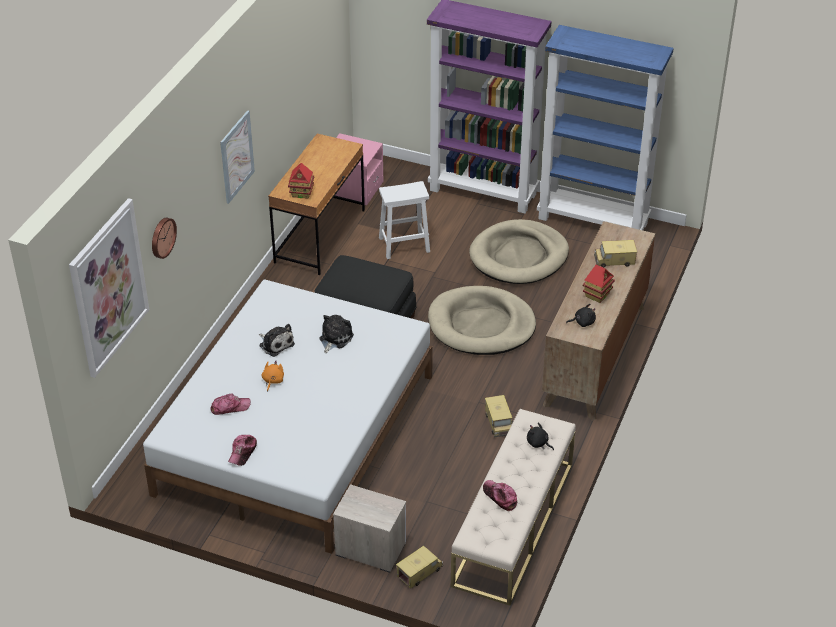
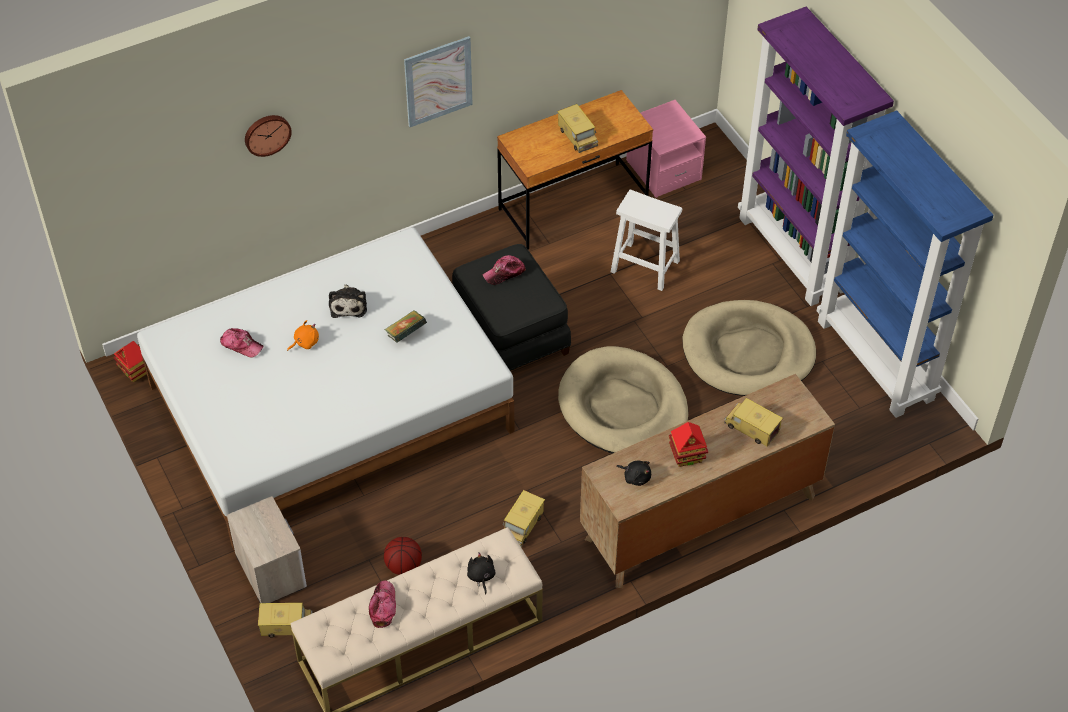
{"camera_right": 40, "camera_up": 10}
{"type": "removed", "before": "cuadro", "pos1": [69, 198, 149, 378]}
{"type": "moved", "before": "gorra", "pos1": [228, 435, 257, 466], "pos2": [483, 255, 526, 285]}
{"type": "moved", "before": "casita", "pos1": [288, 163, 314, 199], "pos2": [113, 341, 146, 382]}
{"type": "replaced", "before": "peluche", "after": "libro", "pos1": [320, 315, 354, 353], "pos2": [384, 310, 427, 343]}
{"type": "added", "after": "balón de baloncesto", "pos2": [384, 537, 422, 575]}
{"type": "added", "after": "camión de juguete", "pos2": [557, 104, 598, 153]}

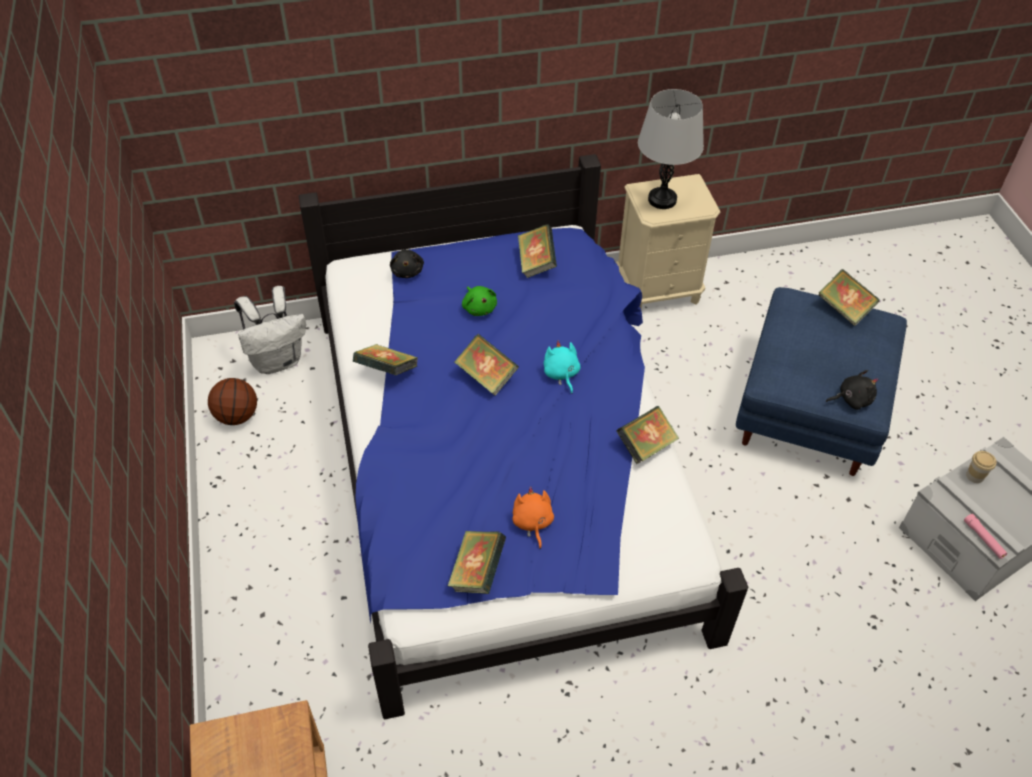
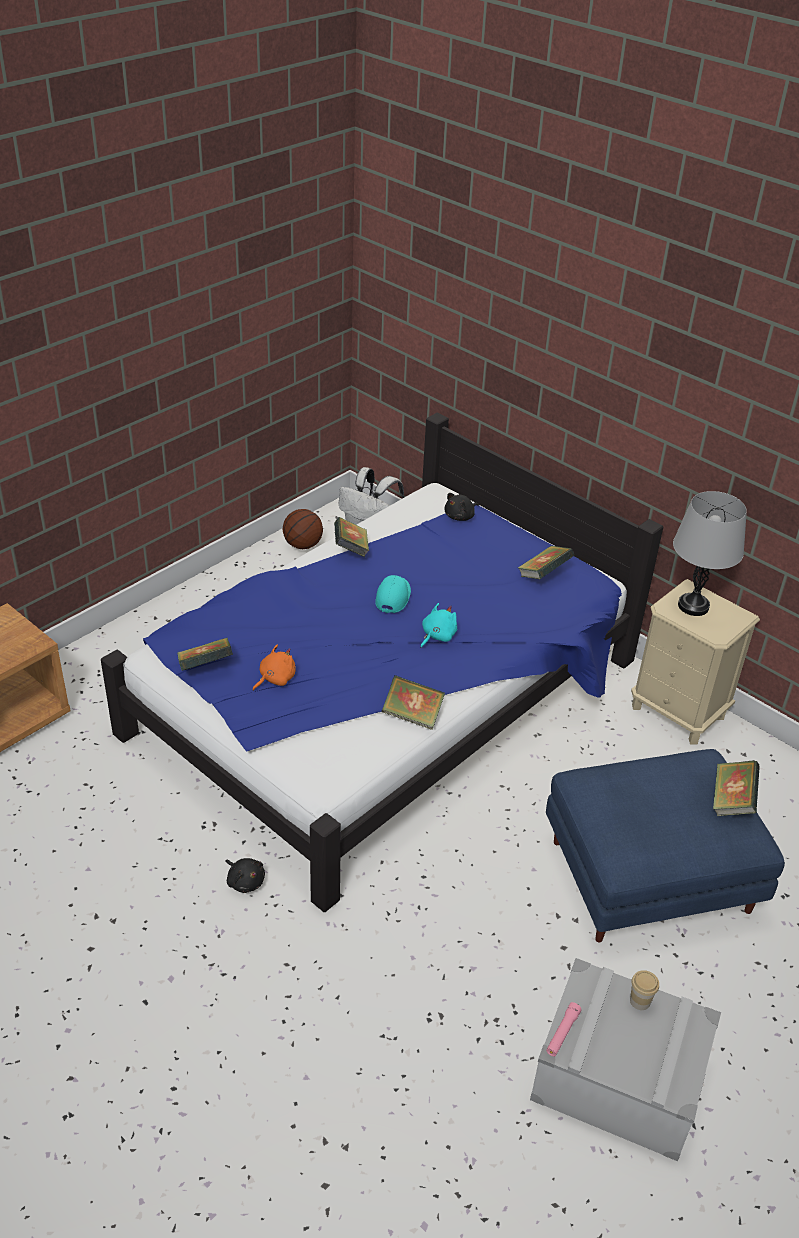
{"camera_right": 55, "camera_up": -10}
{"type": "replaced", "before": "libro", "after": "gorra (turquesa)", "pos1": [454, 334, 519, 396], "pos2": [375, 575, 411, 613]}
{"type": "removed", "before": "peluche (verde)", "pos1": [462, 286, 497, 316]}
{"type": "moved", "before": "peluche (negro)", "pos1": [826, 370, 878, 410], "pos2": [225, 858, 265, 893]}

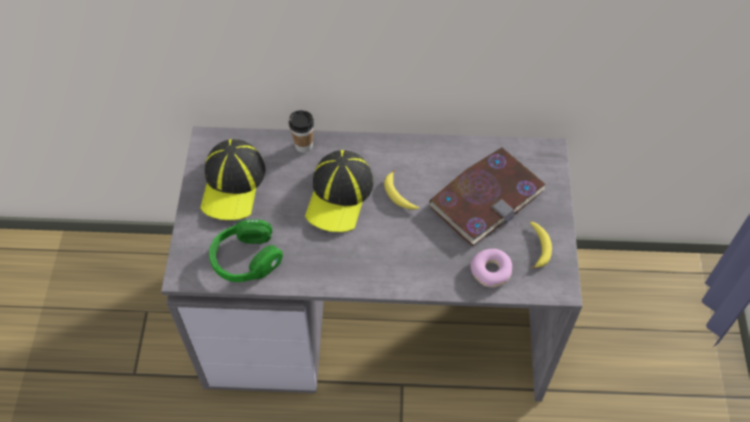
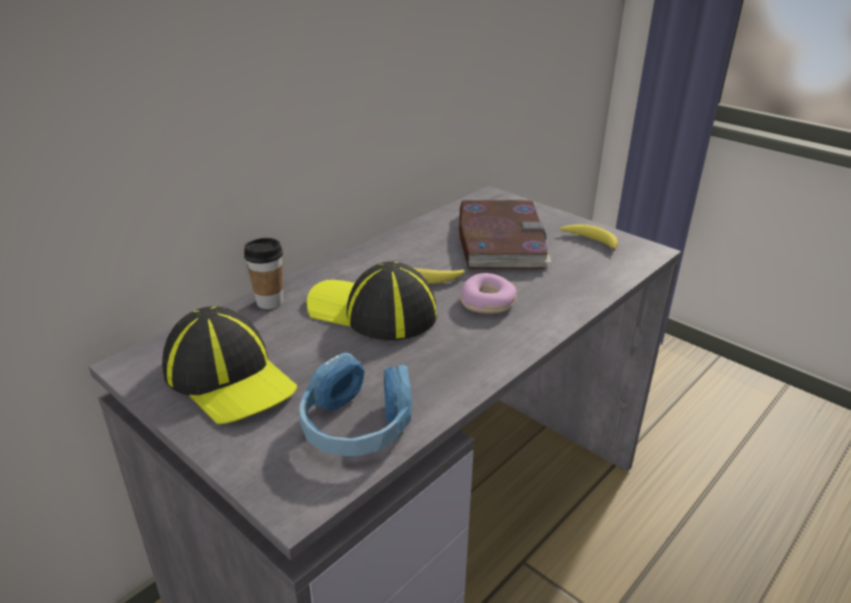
{"camera_right": -50, "camera_up": -25}
{"type": "recoloured", "before": "auriculares (verde)", "after": "auriculares (azul)", "pos1": [209, 220, 283, 282], "pos2": [299, 353, 412, 456]}
{"type": "turned", "before": "gorra", "pos1": [305, 150, 373, 232], "pos2": [307, 261, 437, 341], "turn": 150}
{"type": "moved", "before": "rosquilla", "pos1": [470, 249, 512, 287], "pos2": [461, 273, 517, 314]}

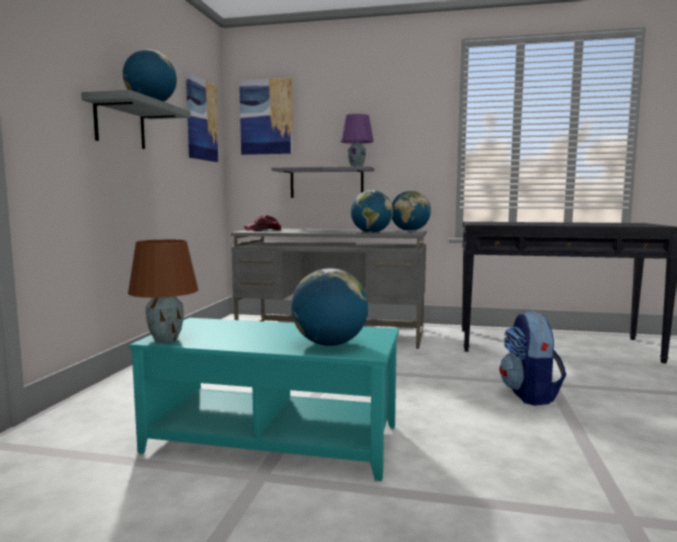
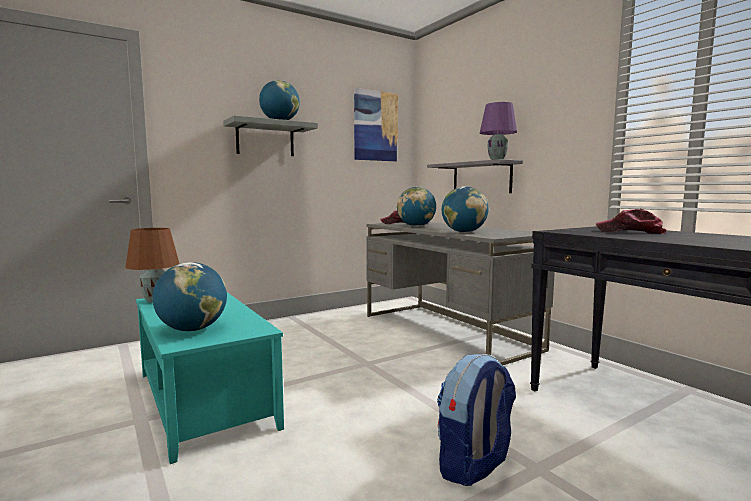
{"camera_right": 45, "camera_up": 0}
{"type": "removed", "before": "cuadro", "pos1": [239, 78, 293, 155]}
{"type": "moved", "before": "globo terráqueo", "pos1": [392, 191, 431, 231], "pos2": [397, 187, 436, 227]}
{"type": "added", "after": "gorra", "pos2": [596, 209, 667, 234]}

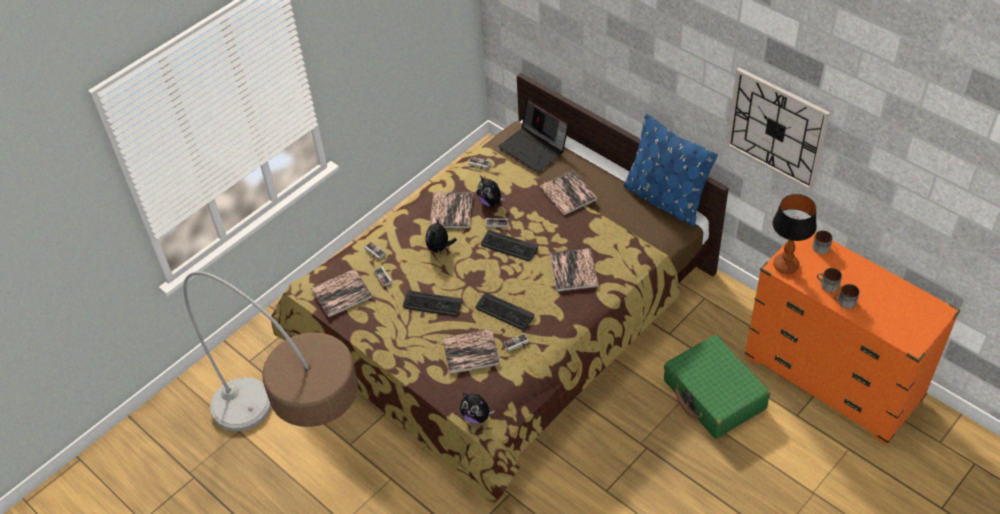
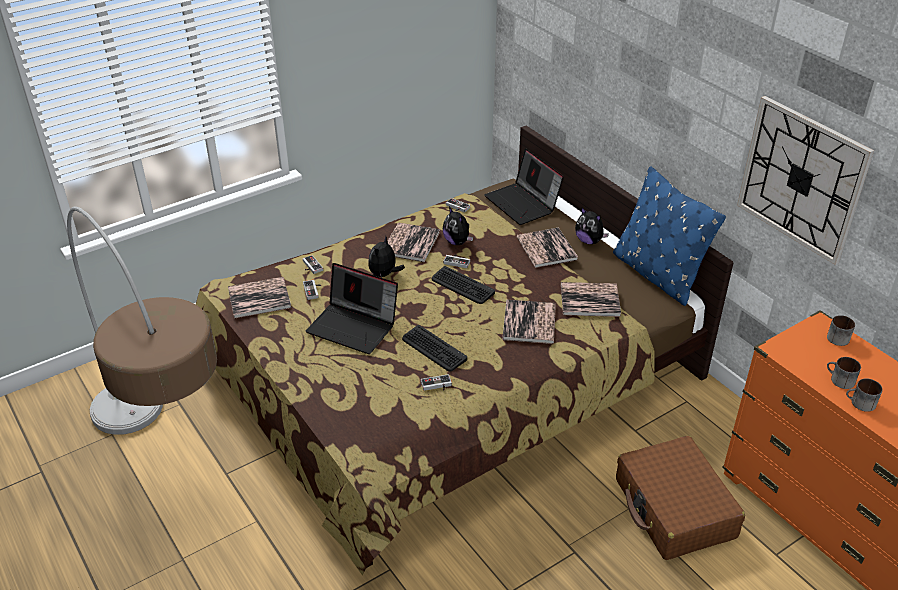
{"camera_right": 10, "camera_up": -10}
{"type": "replaced", "before": "teclado", "after": "portátil", "pos1": [403, 290, 463, 316], "pos2": [306, 263, 398, 354]}
{"type": "moved", "before": "libro", "pos1": [442, 329, 500, 374], "pos2": [561, 282, 621, 317]}
{"type": "moved", "before": "peluche", "pos1": [460, 393, 495, 424], "pos2": [575, 208, 609, 244]}
{"type": "recoloured", "before": "maleta (verde)", "after": "maleta (marrón)", "pos1": [664, 335, 770, 439], "pos2": [616, 436, 745, 560]}
{"type": "removed", "before": "lámpara de mesa", "pos1": [772, 194, 817, 274]}

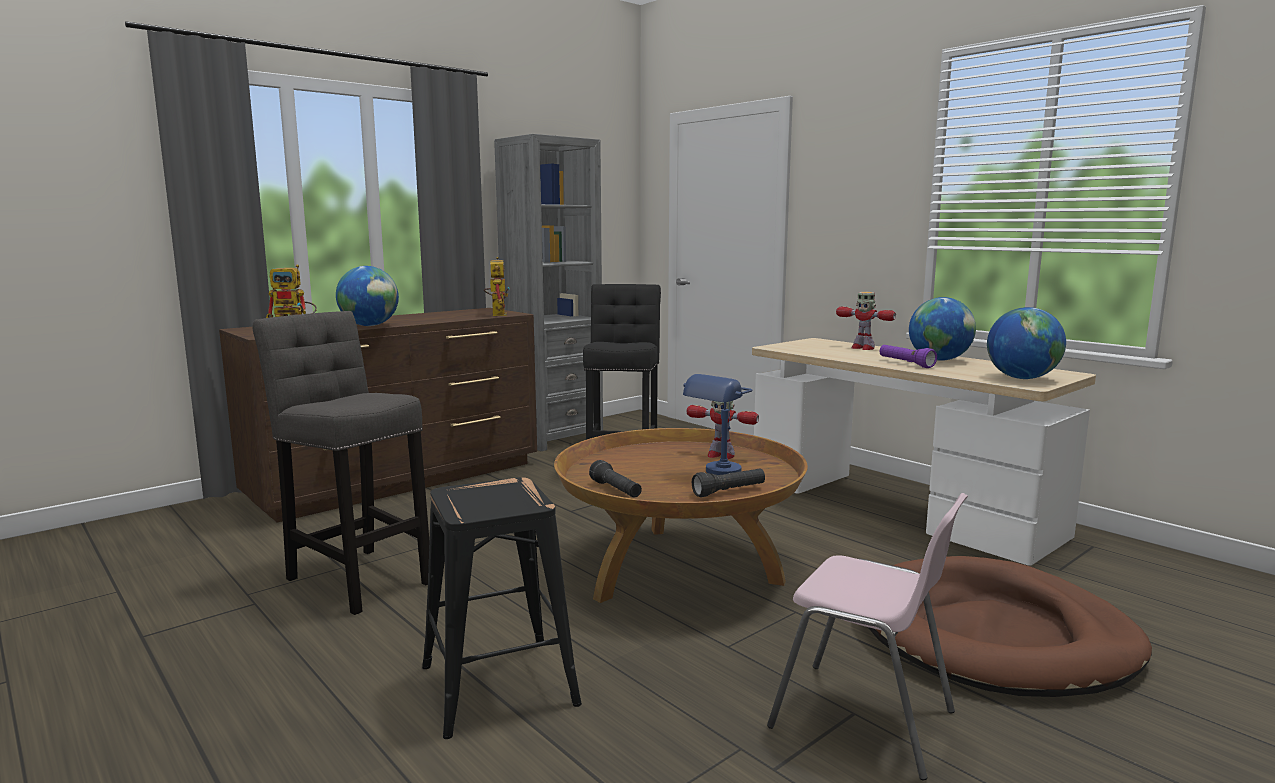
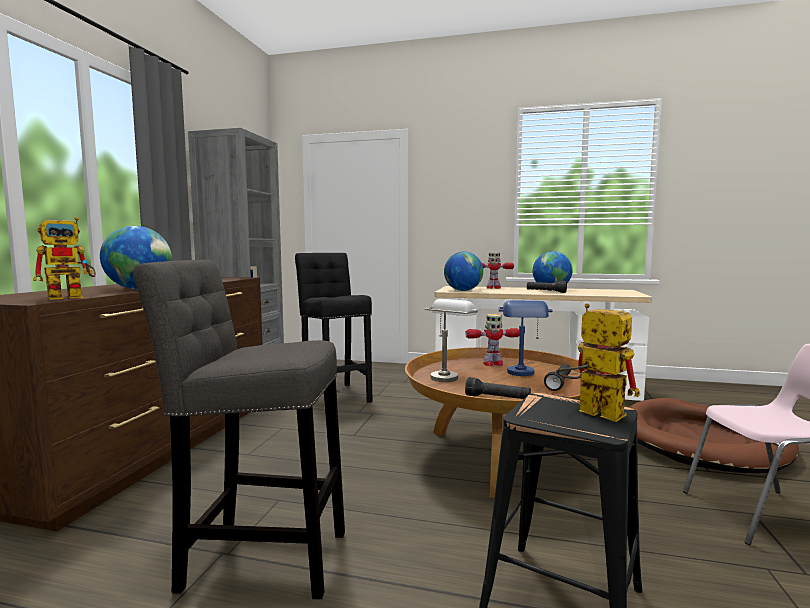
{"camera_right": -35, "camera_up": -5}
{"type": "moved", "before": "robot de juguete", "pos1": [484, 257, 510, 316], "pos2": [556, 303, 640, 422]}
{"type": "recoloured", "before": "linterna (morado)", "after": "linterna (negro)", "pos1": [880, 345, 937, 368], "pos2": [527, 281, 567, 293]}
{"type": "moved", "before": "globo terráqueo", "pos1": [987, 307, 1066, 379], "pos2": [444, 251, 483, 291]}
{"type": "added", "after": "lámpara de mesa (gris)", "pos2": [425, 299, 478, 382]}

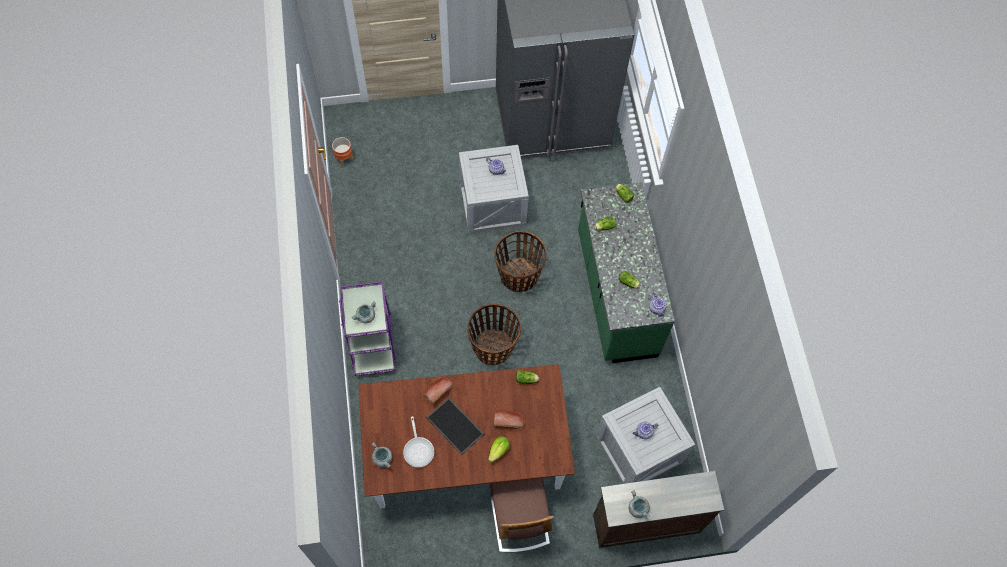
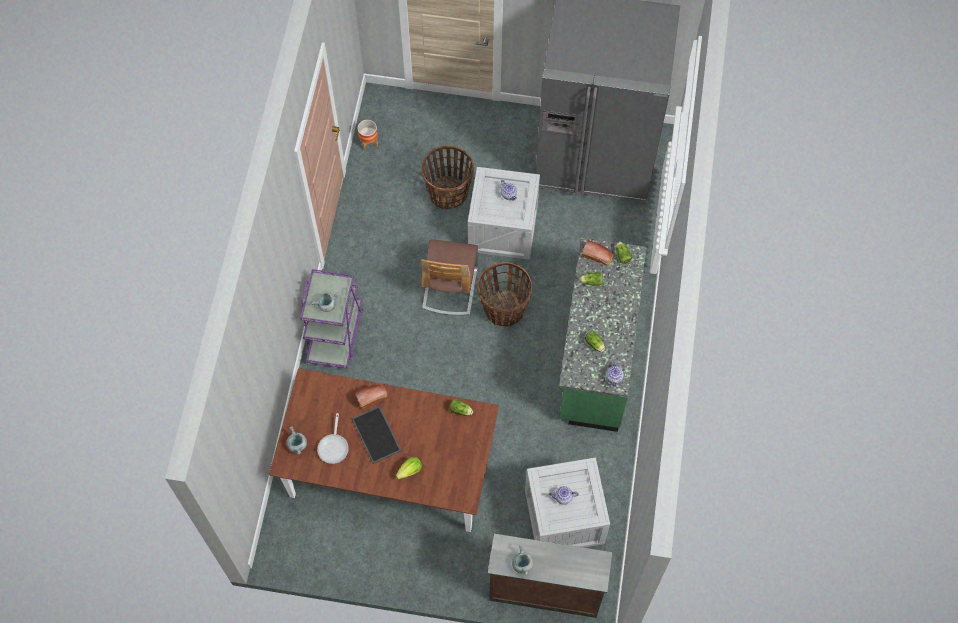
{"camera_right": 20, "camera_up": 0}
{"type": "moved", "before": "cesta", "pos1": [467, 304, 521, 365], "pos2": [421, 145, 474, 209]}
{"type": "moved", "before": "silla", "pos1": [490, 478, 554, 552], "pos2": [421, 239, 478, 315]}
{"type": "moved", "before": "pan", "pos1": [494, 410, 525, 429], "pos2": [582, 240, 613, 265]}

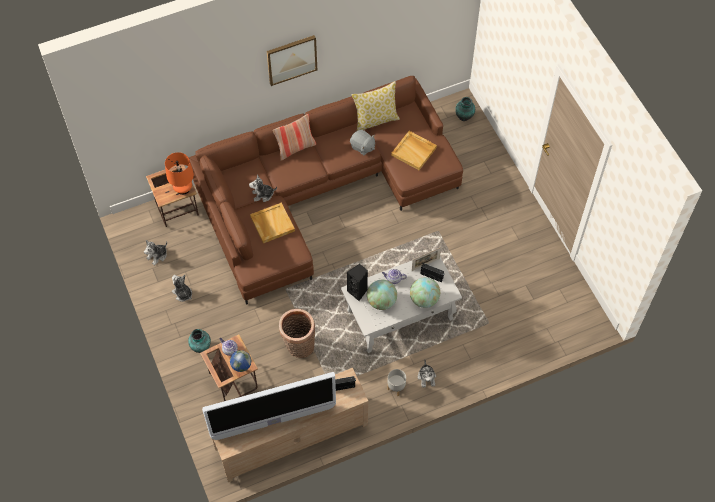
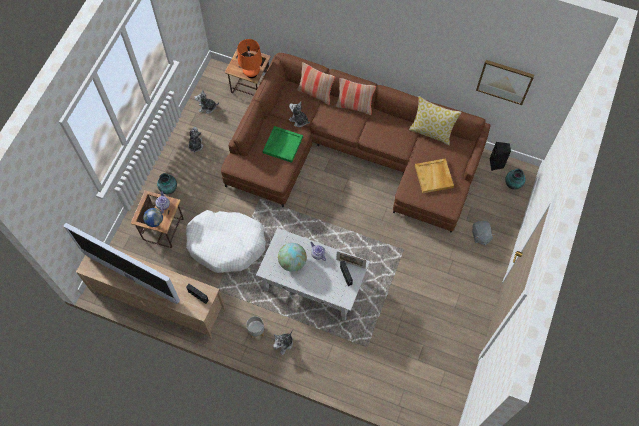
{"camera_right": 45, "camera_up": 5}
{"type": "recoloured", "before": "bandeja (beis)", "after": "bandeja (verde)", "pos1": [250, 202, 295, 243], "pos2": [263, 126, 303, 163]}
{"type": "moved", "before": "cuadro", "pos1": [267, 35, 317, 86], "pos2": [476, 60, 534, 105]}
{"type": "replaced", "before": "cesta", "after": "cama para perro (blanco)", "pos1": [279, 309, 315, 358], "pos2": [186, 210, 266, 273]}
{"type": "moved", "before": "altavoz (negro)", "pos1": [347, 264, 368, 301], "pos2": [489, 142, 511, 171]}
{"type": "moved", "before": "peluche (gris)", "pos1": [350, 130, 375, 155], "pos2": [472, 221, 494, 245]}
{"type": "removed", "before": "globo terráqueo", "pos1": [410, 277, 440, 308]}
{"type": "added", "after": "cojín", "pos2": [297, 62, 335, 105]}

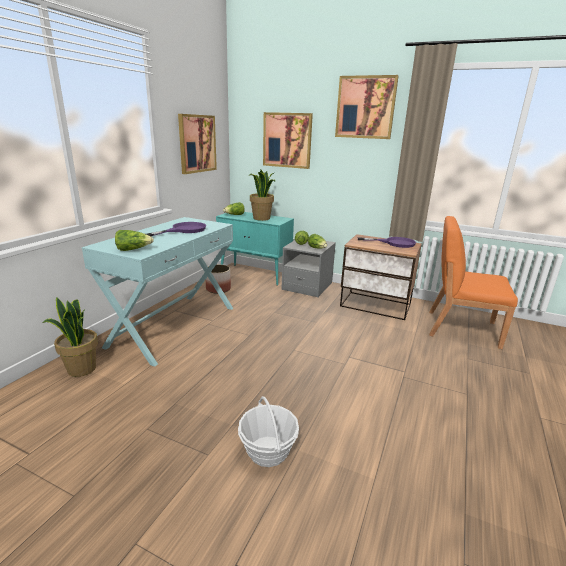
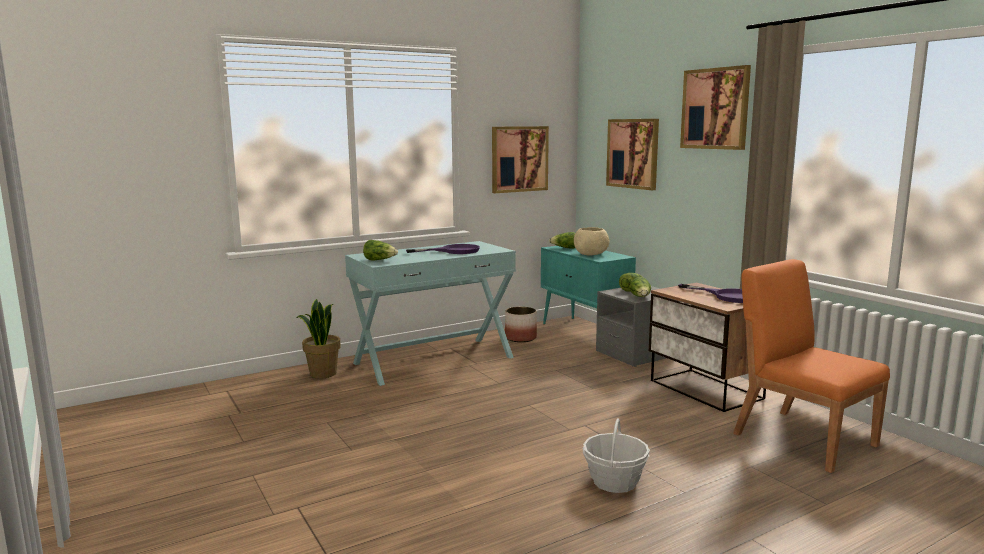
{"camera_right": 35, "camera_up": -10}
{"type": "moved", "before": "cesta", "pos1": [238, 396, 299, 467], "pos2": [583, 418, 650, 493]}
{"type": "replaced", "before": "planta en maceta", "after": "cuenco (beis)", "pos1": [249, 170, 275, 221], "pos2": [574, 227, 610, 255]}

